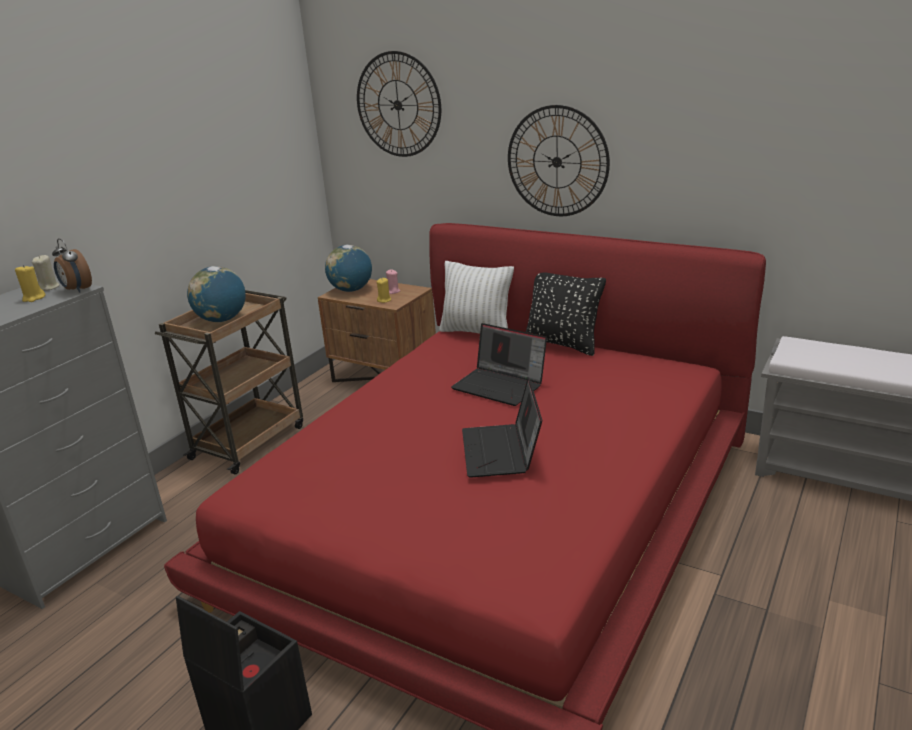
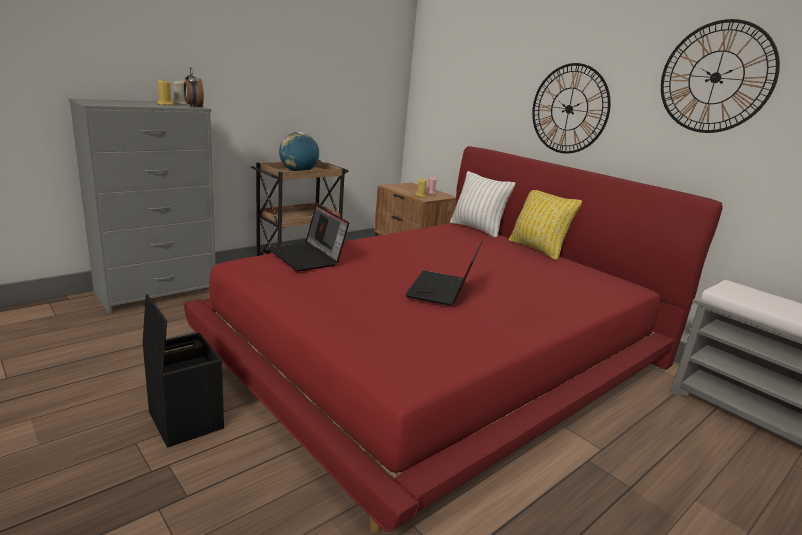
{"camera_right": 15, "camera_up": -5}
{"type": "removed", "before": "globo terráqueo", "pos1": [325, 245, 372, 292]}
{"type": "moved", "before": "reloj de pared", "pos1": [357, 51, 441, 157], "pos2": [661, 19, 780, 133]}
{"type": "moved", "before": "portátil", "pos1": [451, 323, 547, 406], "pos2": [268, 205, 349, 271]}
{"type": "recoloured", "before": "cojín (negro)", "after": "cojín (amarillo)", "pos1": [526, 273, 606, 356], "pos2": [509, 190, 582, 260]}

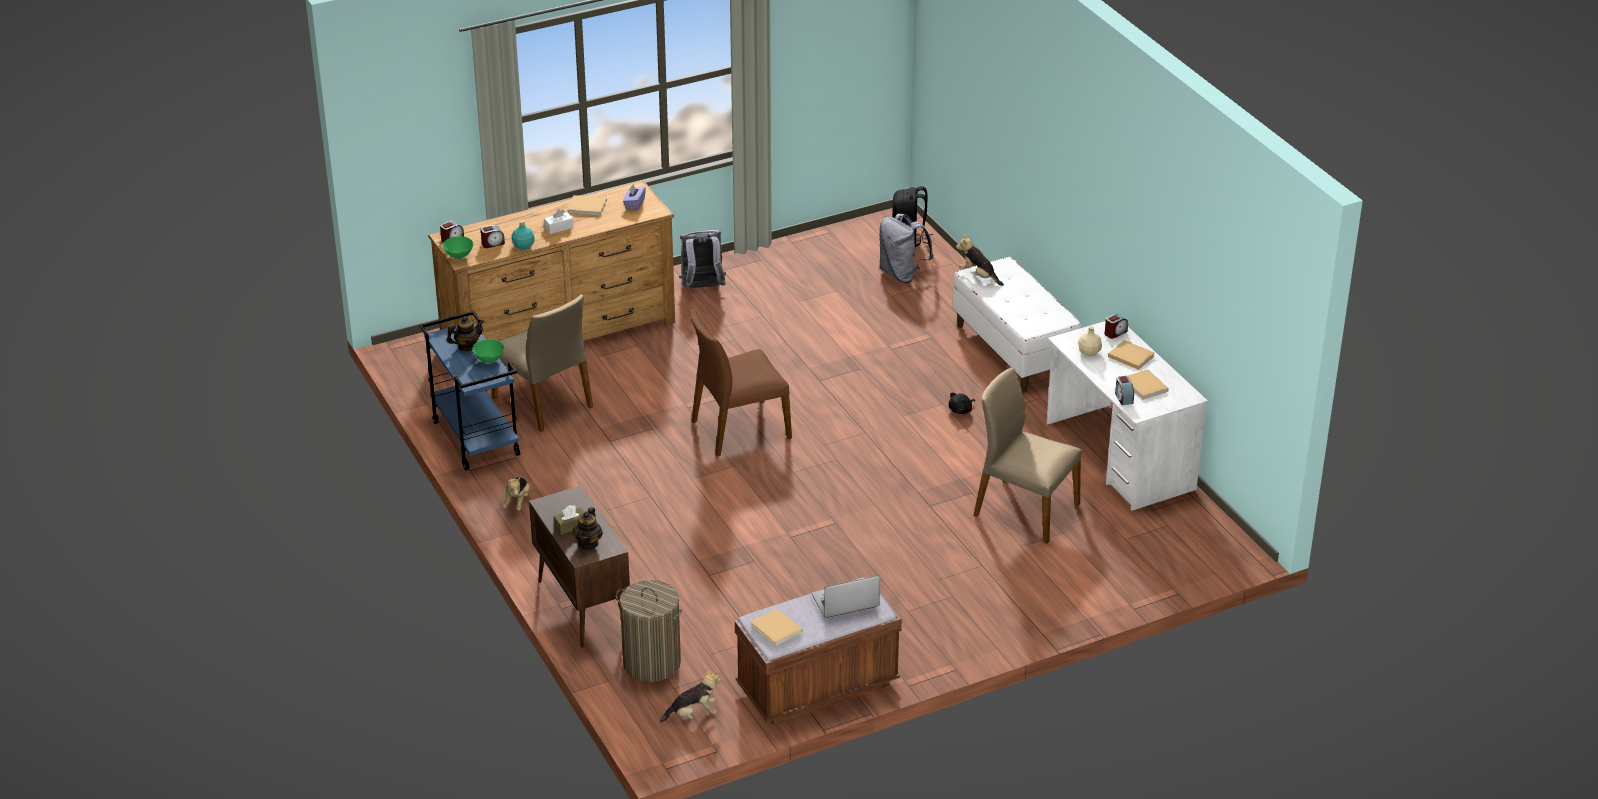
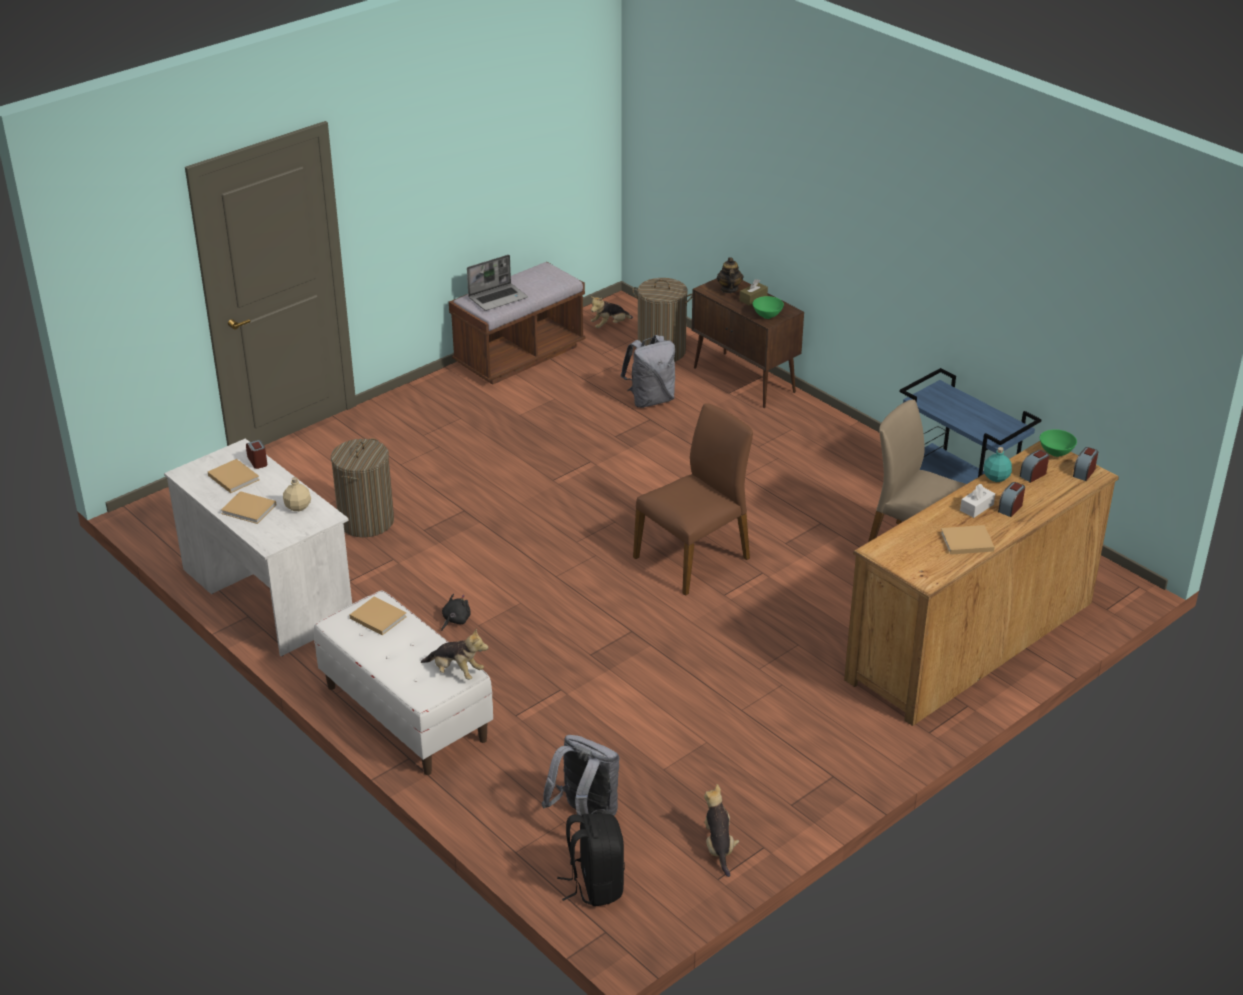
{"camera_right": 165, "camera_up": 0}
{"type": "removed", "before": "tetera", "pos1": [447, 316, 485, 351]}
{"type": "moved", "before": "cuenco (verde)", "pos1": [472, 339, 504, 363], "pos2": [753, 296, 784, 319]}
{"type": "moved", "before": "peluche", "pos1": [503, 477, 530, 511], "pos2": [704, 784, 739, 877]}
{"type": "removed", "before": "caja de pañuelos (morado)", "pos1": [623, 184, 646, 210]}
{"type": "moved", "before": "mochila (gris)", "pos1": [679, 230, 726, 289], "pos2": [621, 335, 675, 408]}
{"type": "moved", "before": "libro (beis)", "pos1": [751, 609, 802, 647], "pos2": [350, 597, 407, 635]}
{"type": "replaced", "before": "silla (beis)", "after": "cesto de la ropa", "pos1": [974, 368, 1082, 544], "pos2": [331, 438, 394, 537]}
{"type": "moved", "before": "despertador", "pos1": [1105, 314, 1128, 339], "pos2": [998, 482, 1025, 517]}

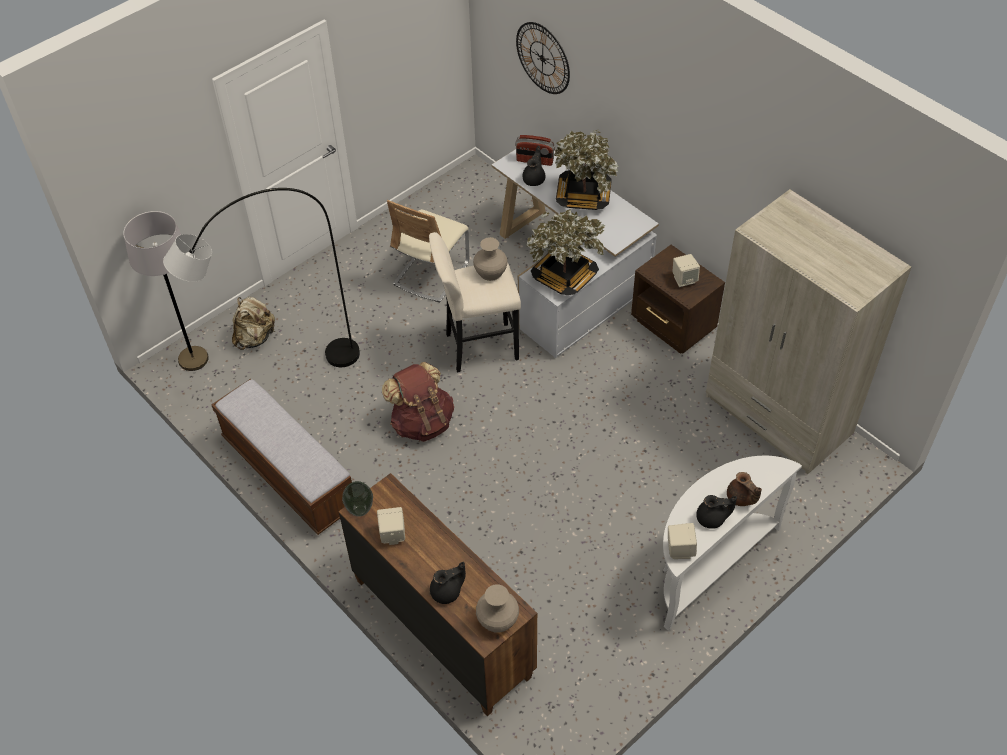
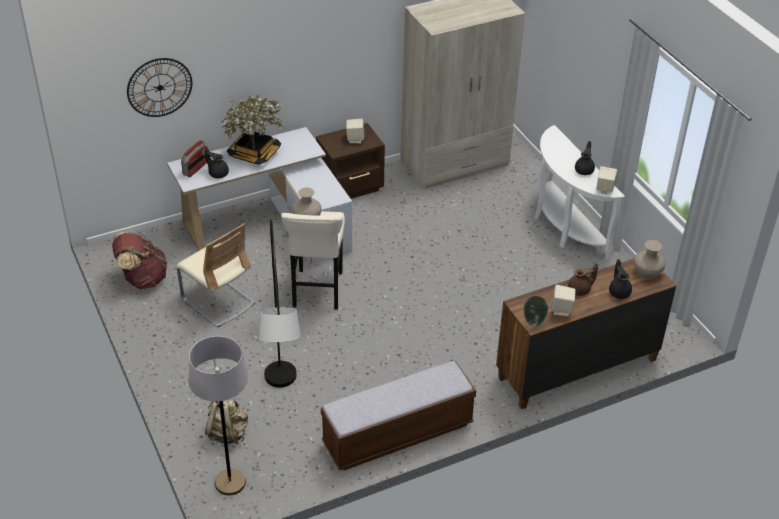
{"camera_right": -75, "camera_up": -10}
{"type": "moved", "before": "mochila (marrón)", "pos1": [382, 362, 454, 442], "pos2": [112, 232, 167, 289]}
{"type": "removed", "before": "planta en maceta", "pos1": [526, 209, 606, 295]}
{"type": "moved", "before": "tetera (marrón)", "pos1": [727, 472, 762, 506], "pos2": [568, 264, 598, 296]}

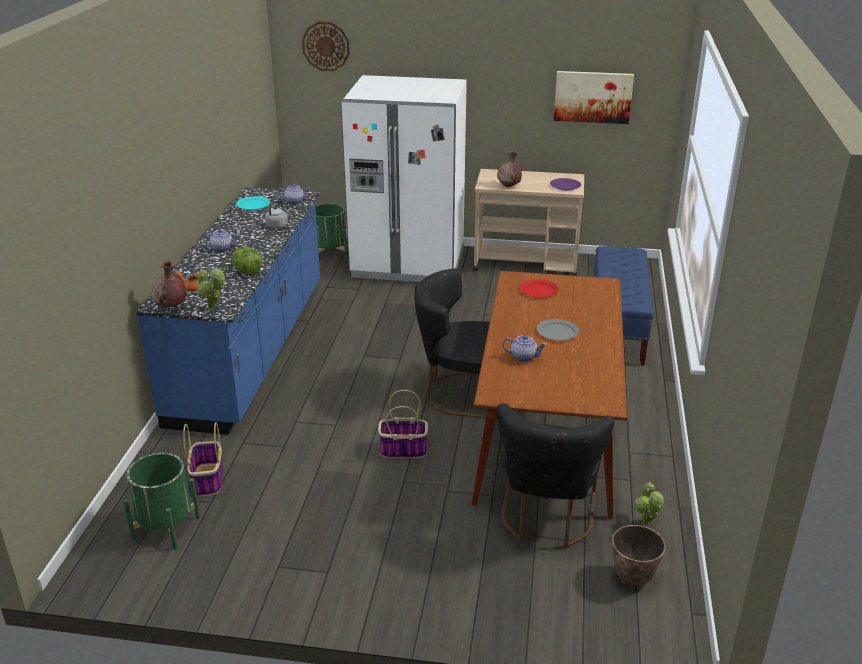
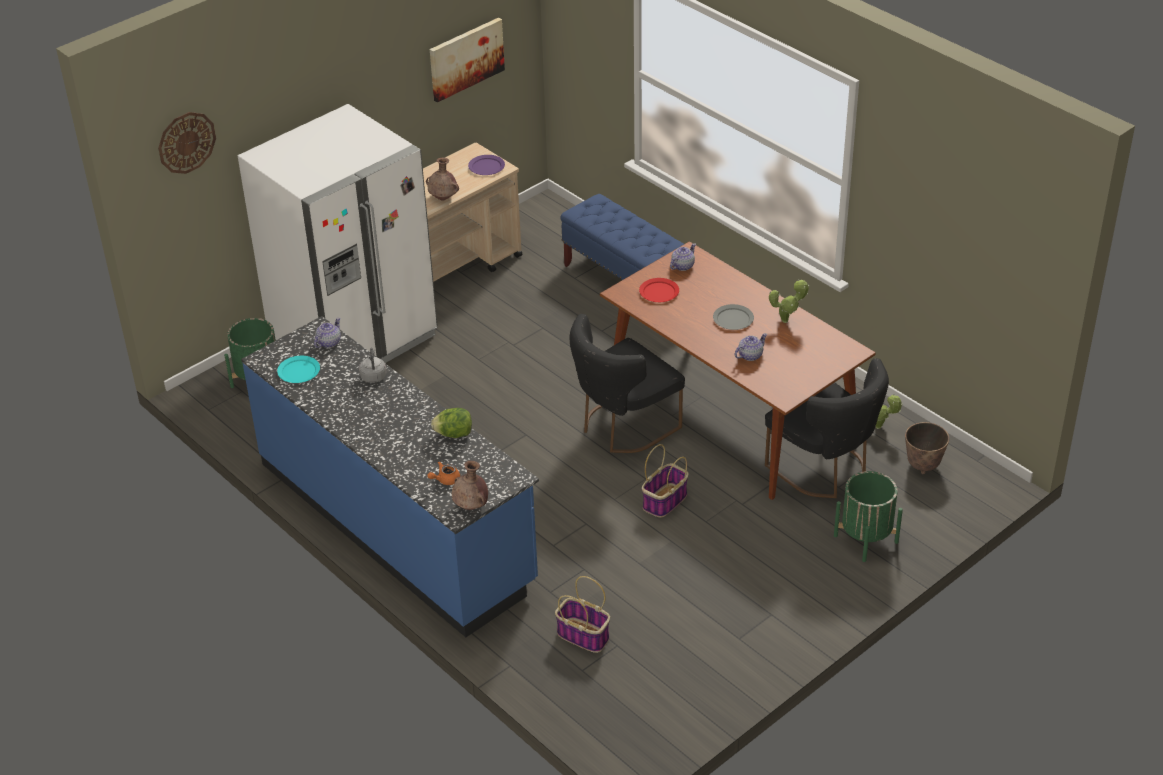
{"camera_right": -50, "camera_up": 10}
{"type": "moved", "before": "maceta (verde)", "pos1": [123, 453, 200, 550], "pos2": [834, 471, 903, 562]}
{"type": "moved", "before": "planta en maceta", "pos1": [197, 267, 225, 311], "pos2": [769, 279, 810, 323]}
{"type": "moved", "before": "tetera", "pos1": [203, 229, 239, 253], "pos2": [670, 243, 696, 271]}

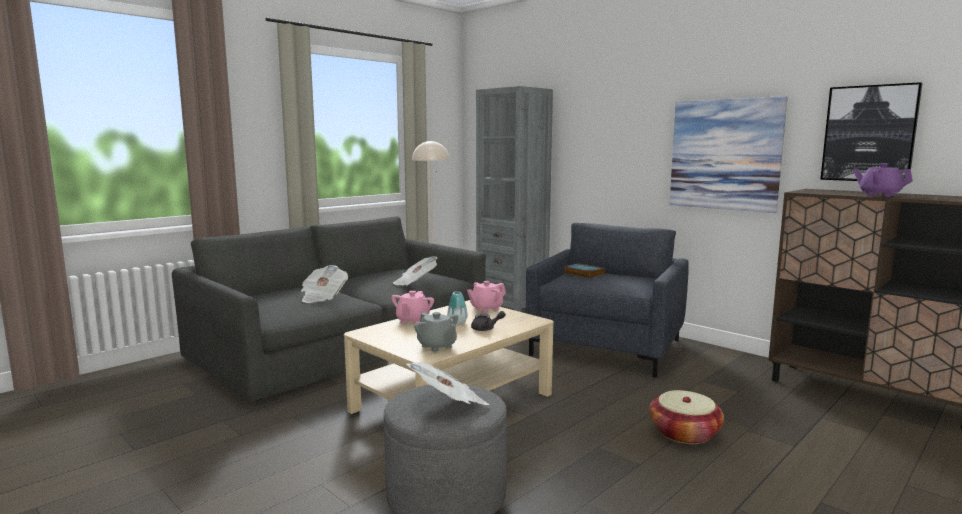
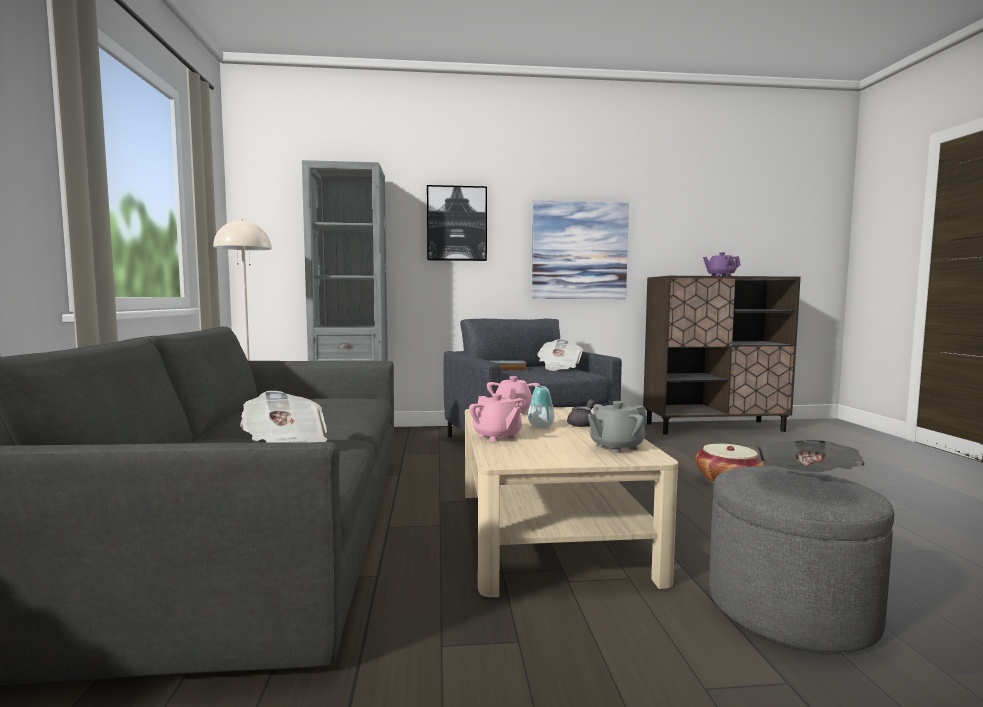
{"camera_right": -50, "camera_up": -5}
{"type": "moved", "before": "periódico", "pos1": [393, 256, 438, 286], "pos2": [537, 339, 583, 371]}
{"type": "turned", "before": "tetera (gris)", "pos1": [414, 312, 458, 352], "pos2": [588, 401, 647, 453], "turn": 150}
{"type": "moved", "before": "cuadro", "pos1": [820, 82, 923, 181], "pos2": [427, 185, 487, 261]}

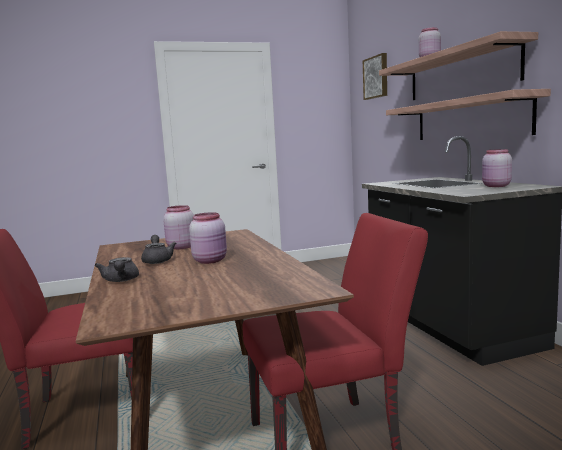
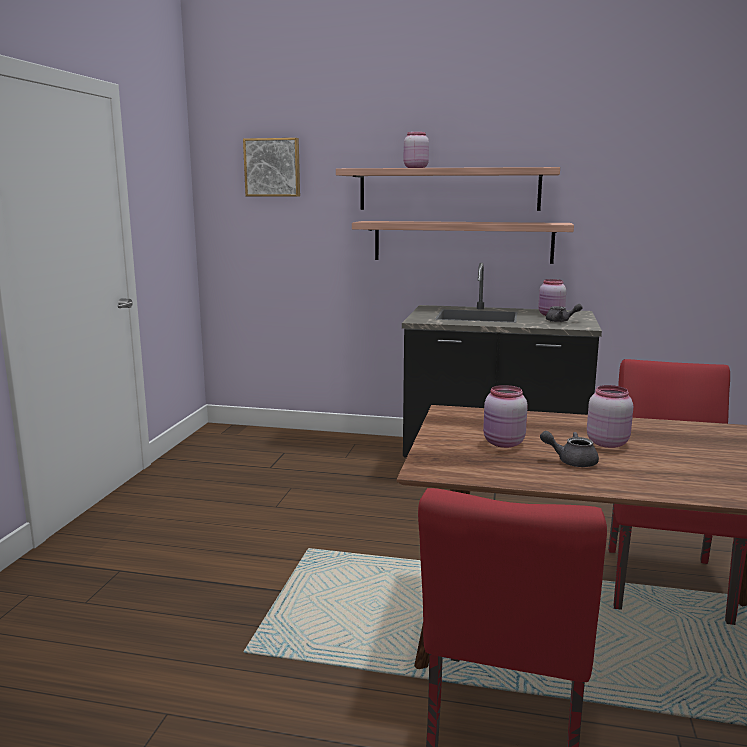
{"camera_right": -60, "camera_up": 5}
{"type": "moved", "before": "tetera (gris)", "pos1": [94, 257, 139, 282], "pos2": [546, 304, 583, 322]}

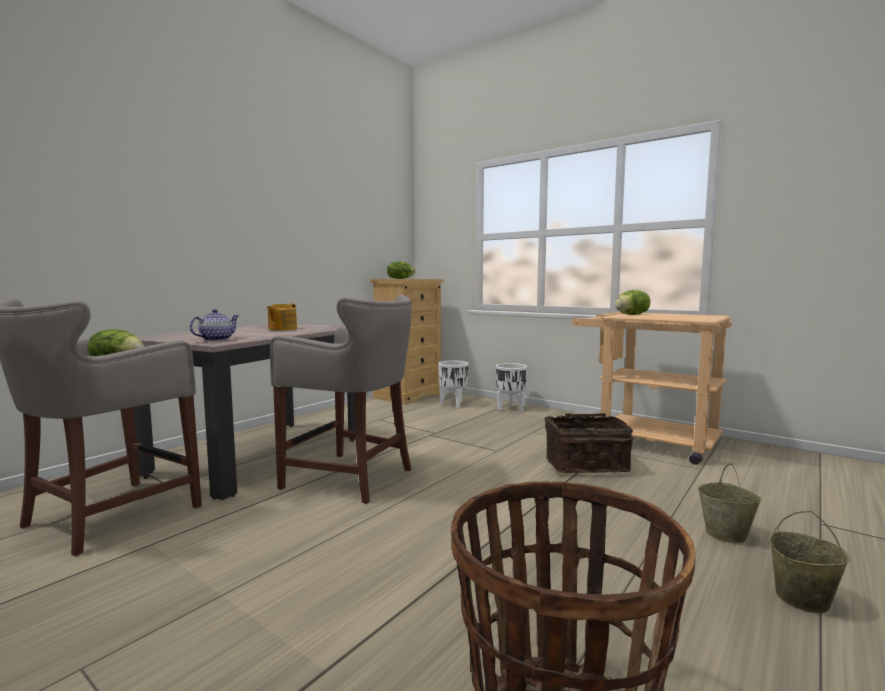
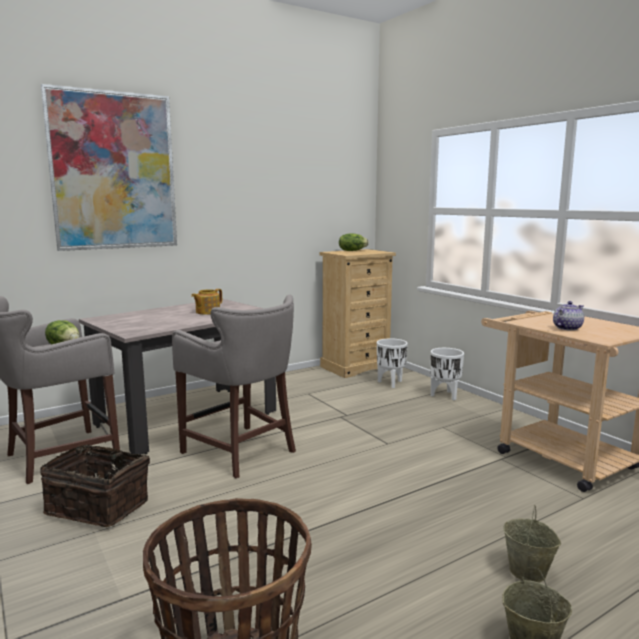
{"camera_right": 20, "camera_up": 5}
{"type": "moved", "before": "tetera", "pos1": [189, 309, 239, 341], "pos2": [553, 301, 584, 331]}
{"type": "moved", "before": "cesta", "pos1": [544, 413, 633, 473], "pos2": [40, 442, 150, 527]}
{"type": "removed", "before": "lechuga", "pos1": [615, 290, 650, 315]}
{"type": "added", "after": "cuadro", "pos2": [41, 84, 177, 251]}

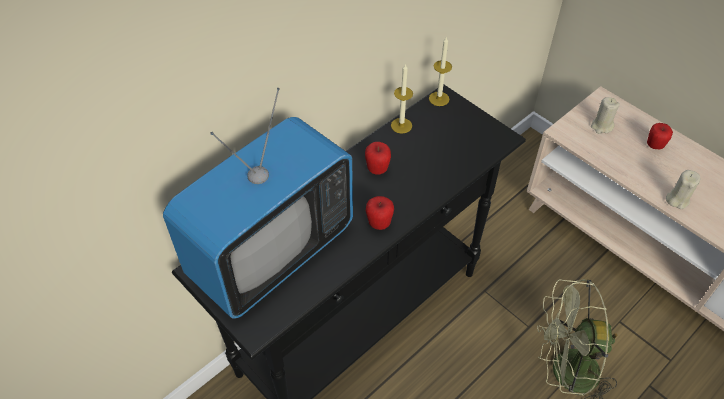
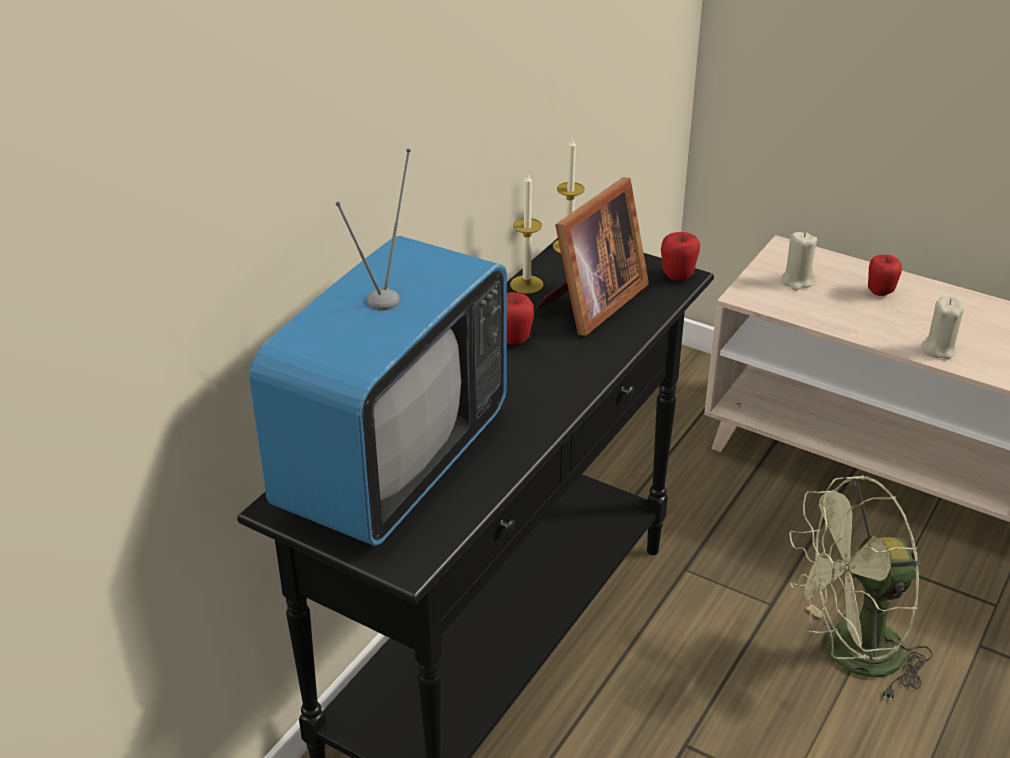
{"camera_right": -15, "camera_up": -15}
{"type": "moved", "before": "manzana", "pos1": [366, 196, 394, 230], "pos2": [661, 232, 700, 281]}
{"type": "added", "after": "portarretratos", "pos2": [534, 178, 649, 336]}

